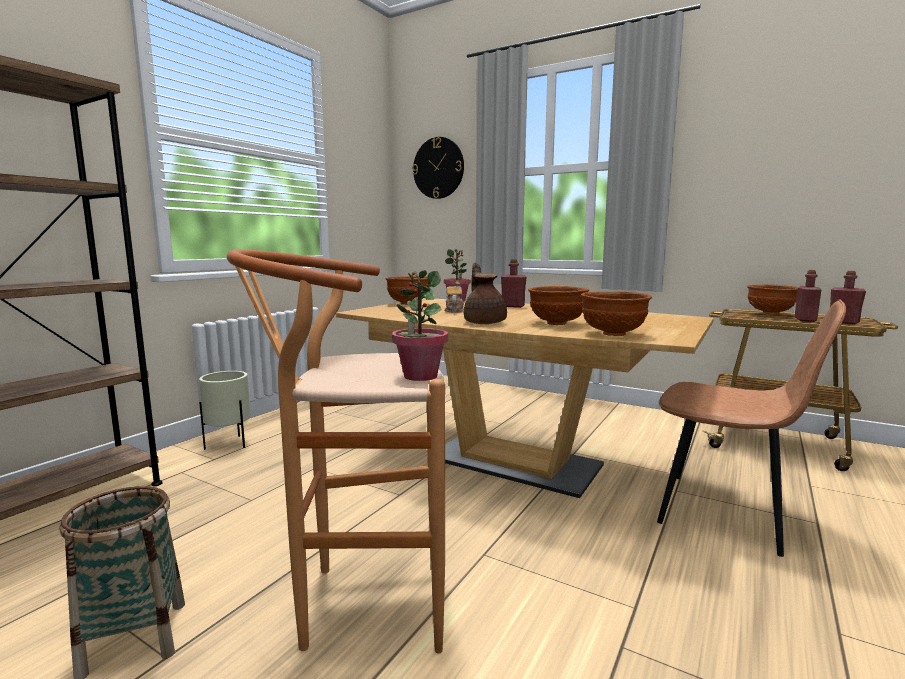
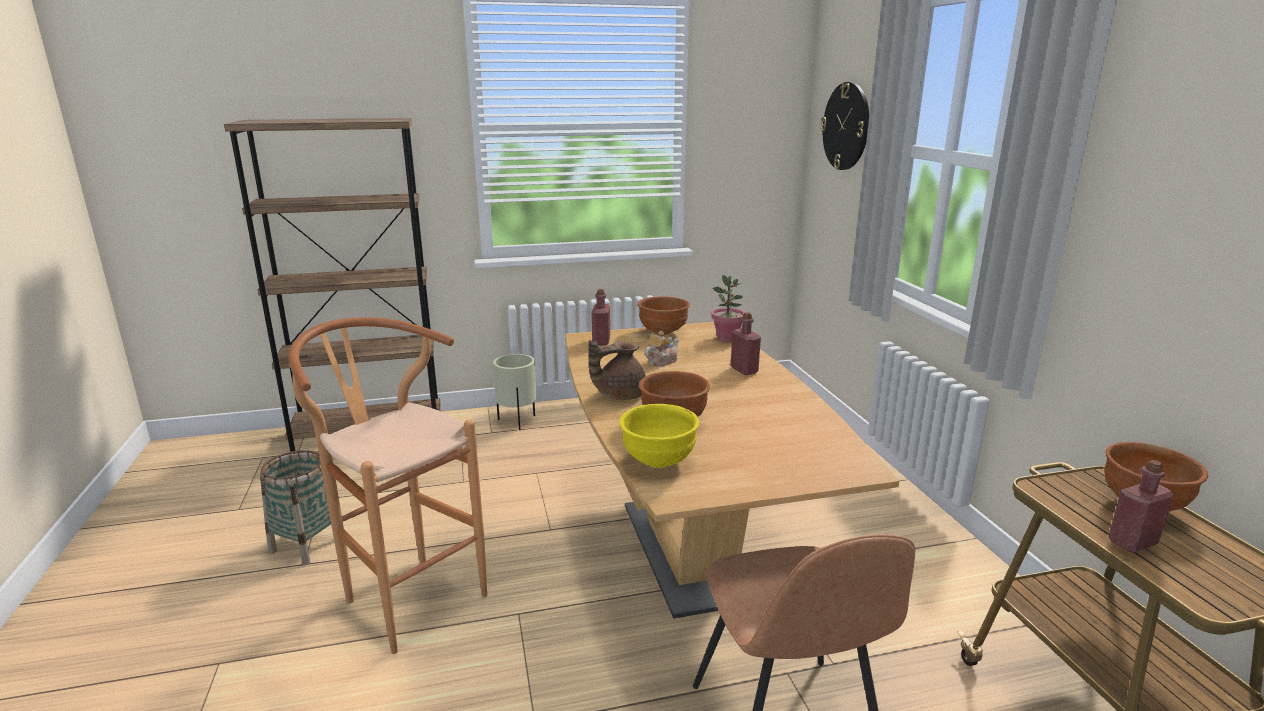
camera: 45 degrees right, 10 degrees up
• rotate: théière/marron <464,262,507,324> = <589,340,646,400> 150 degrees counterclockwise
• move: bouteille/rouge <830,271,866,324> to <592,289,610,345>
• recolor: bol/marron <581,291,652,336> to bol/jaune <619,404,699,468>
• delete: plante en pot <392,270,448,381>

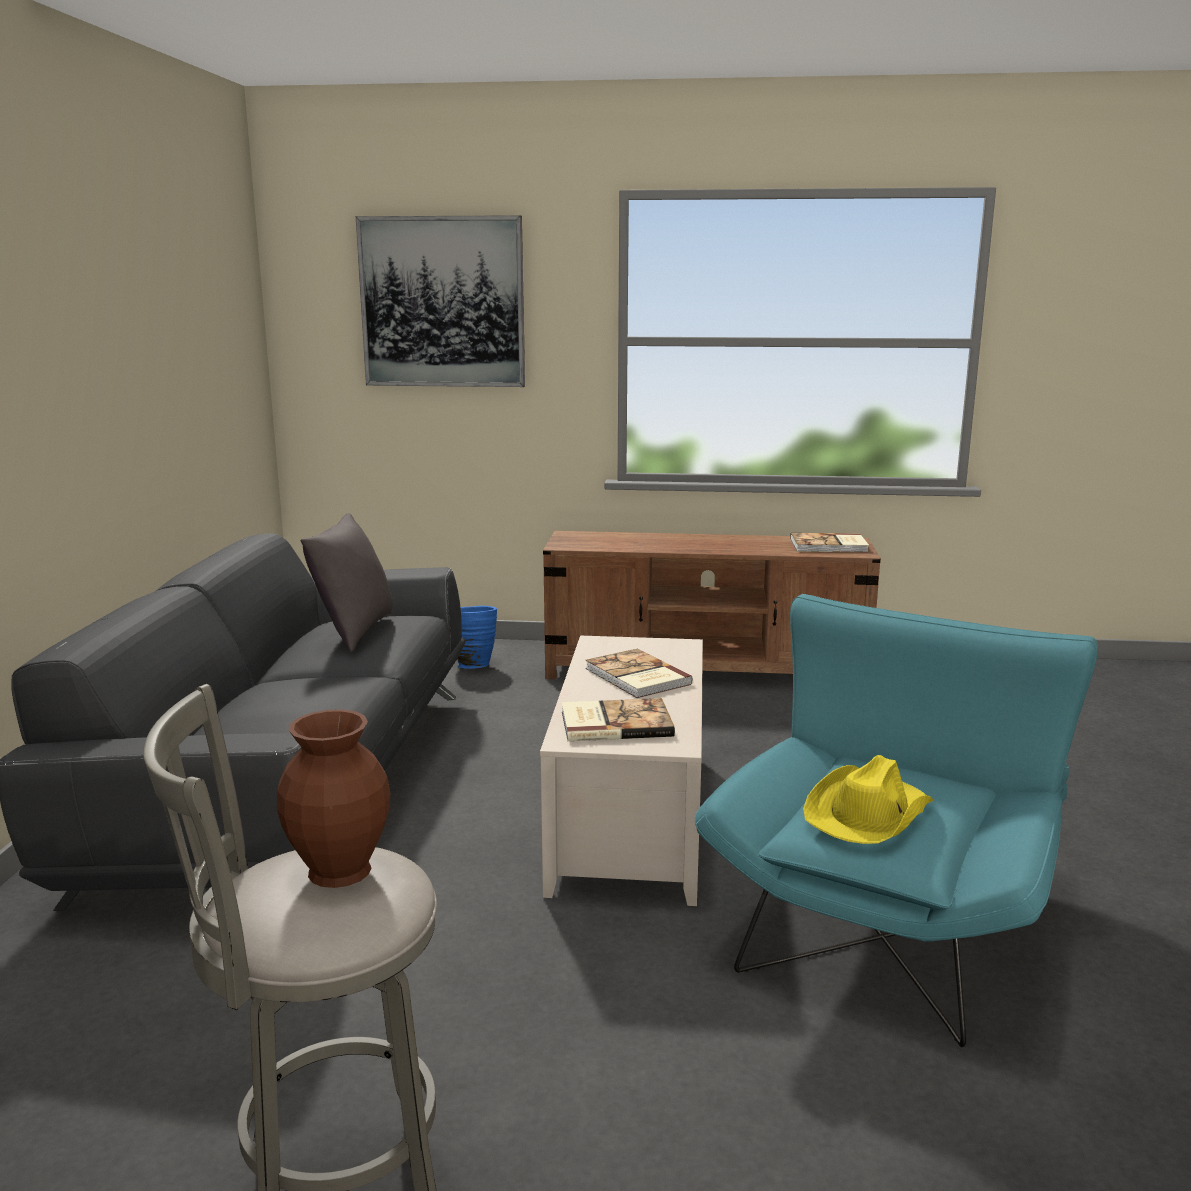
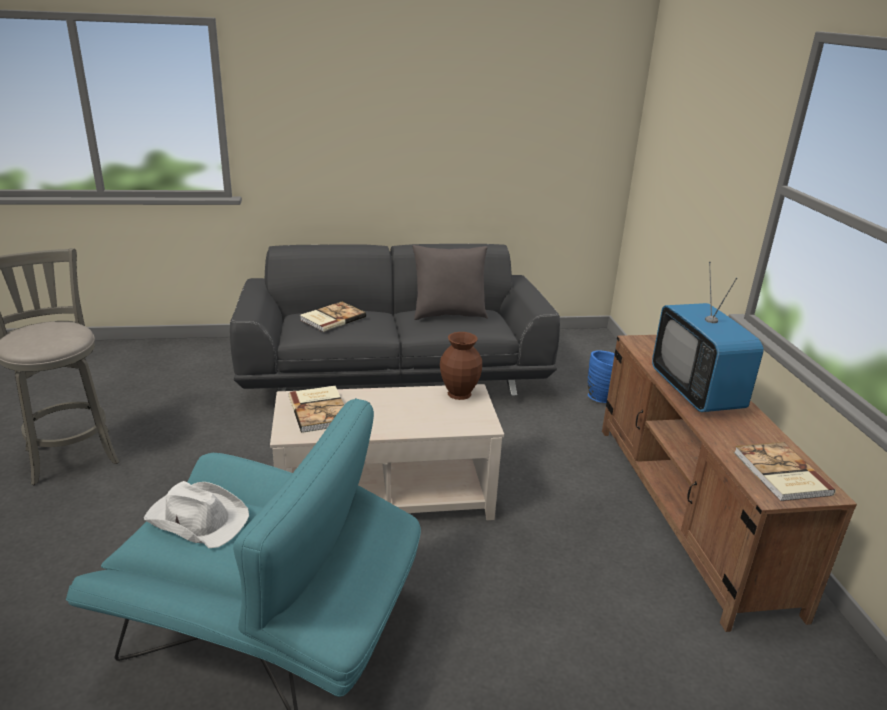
camera: 75 degrees right, 10 degrees up
• recolor: chapeau/jaune <803,755,934,844> to chapeau/blanc <144,481,249,548>
• move: livre <585,648,693,698> to <300,302,366,332>
• move: vase/marron <277,709,391,888> to <440,332,482,400>
• insert: téléviseur <652,262,764,412>
• delete: tableau <356,215,525,387>

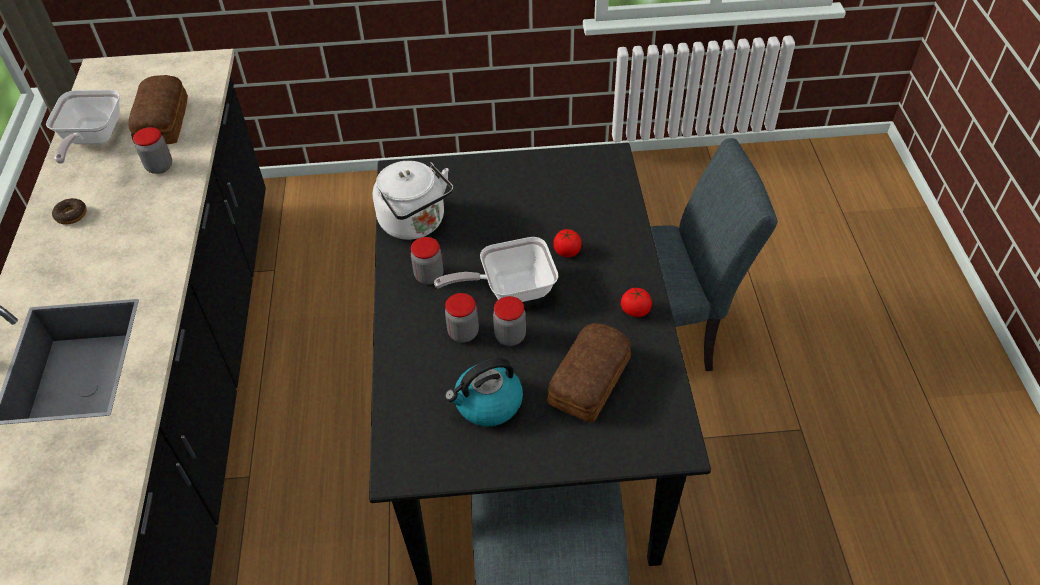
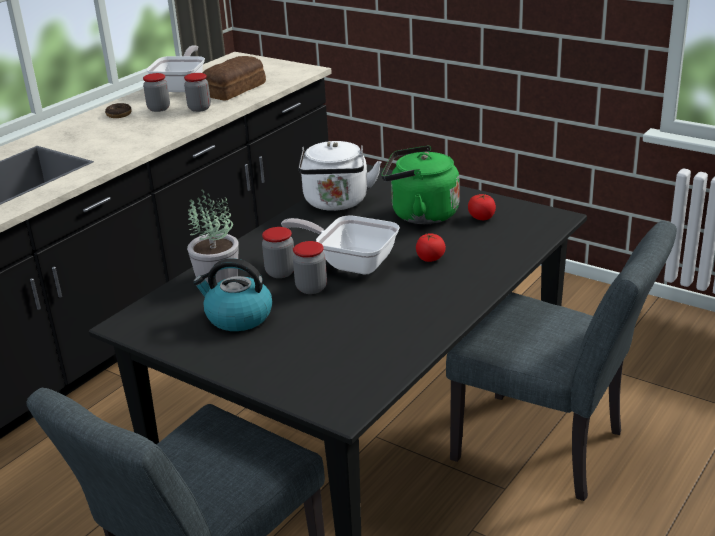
camera: 40 degrees right, 20 degrees down
• move: bocal <411,237,443,285> to <143,73,170,112>
• rotate: poêle <46,90,120,164> = <146,45,205,92> 150 degrees clockwise
• insert: plante en pot <187,189,239,283>
• insert: bouilloire/vert <381,145,460,224>
• move: tomate <621,288,652,317> to <468,194,496,220>
• delete: pain <547,323,631,422>

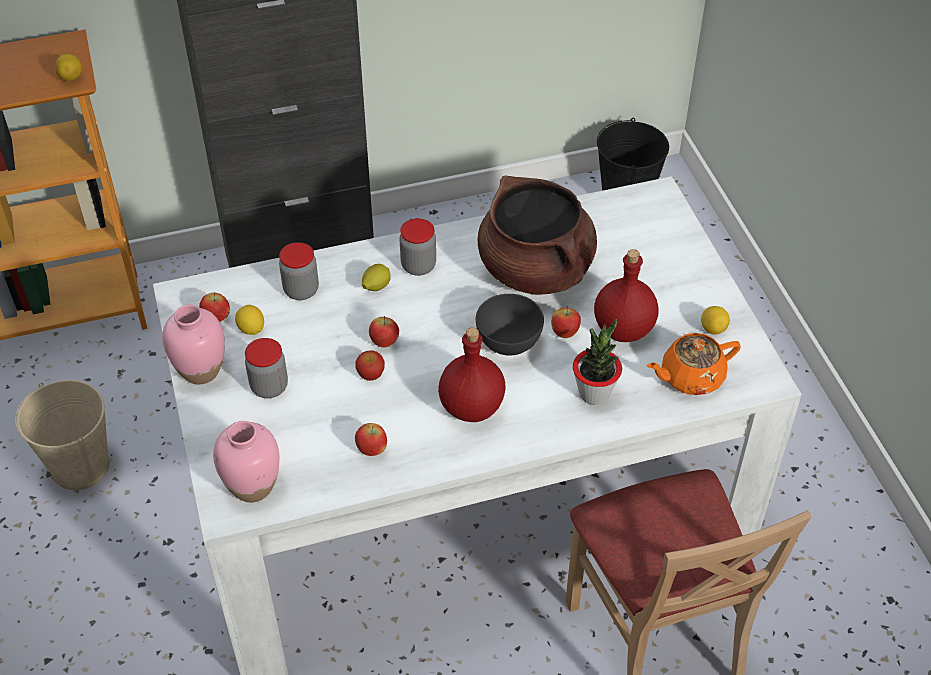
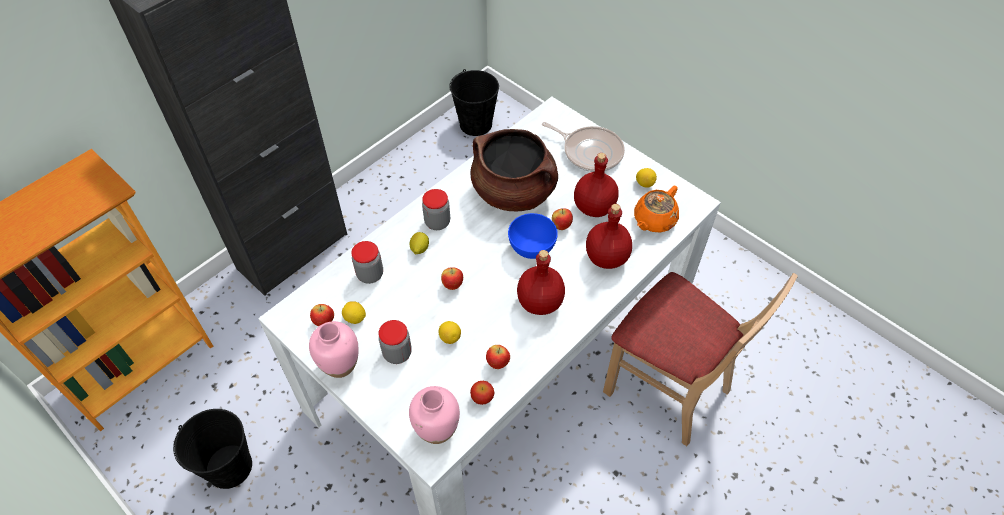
camera: 30 degrees left, 5 degrees up
• recolor: seau/beige <15,380,110,490> to seau/noir <173,409,252,489>
• move: citron <55,54,82,81> to <439,321,461,344>
• move: pomme <355,351,385,381> to <470,381,494,405>
• recolor: bol/gris <476,294,544,356> to bol/bleu <508,213,558,259>
• insert: poêle <542,122,625,172>
• replace: plante en pot <573,319,622,405> to bouteille/rouge <586,204,632,269>

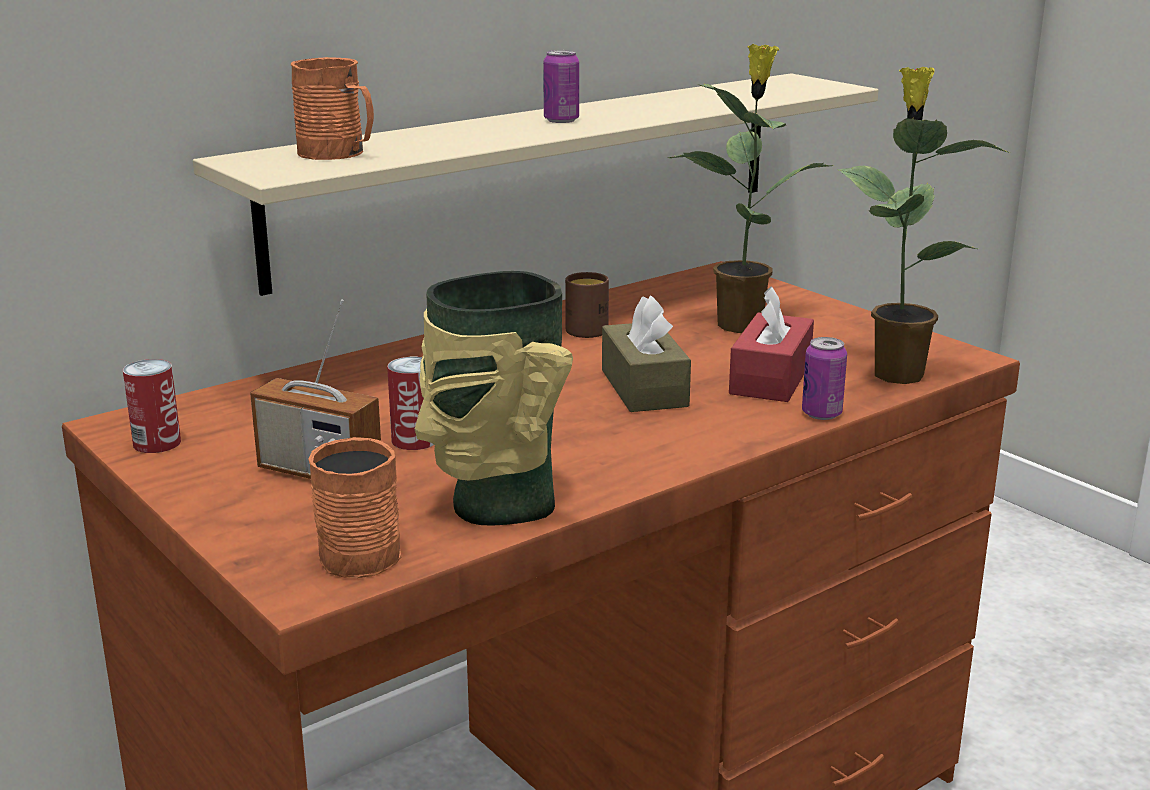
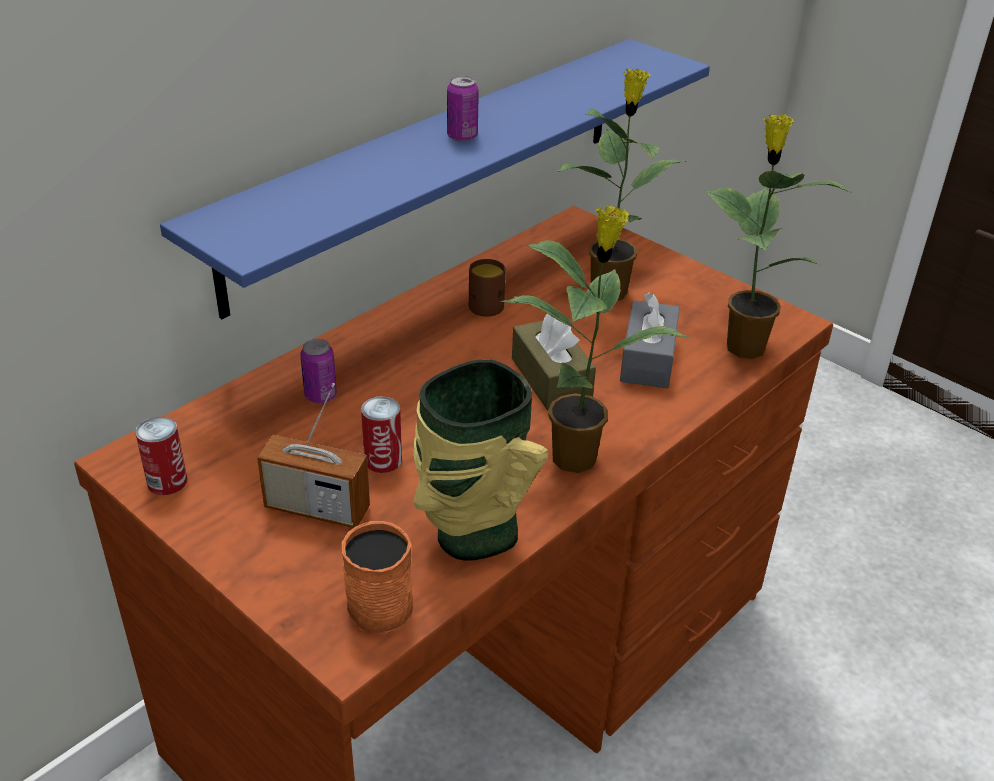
camera: 10 degrees left, 15 degrees up
• recolor: étagère/beige <193,73,879,296> to étagère/bleu <160,39,710,319>
• move: boîte métallique <802,337,847,420> to <300,339,337,403>
• insert: plante en pot <500,205,688,473>
• recolor: boîte à mouchoirs/rouge <729,286,814,402> to boîte à mouchoirs/gris <620,292,680,388>
• delete: mug/orange <291,57,374,160>

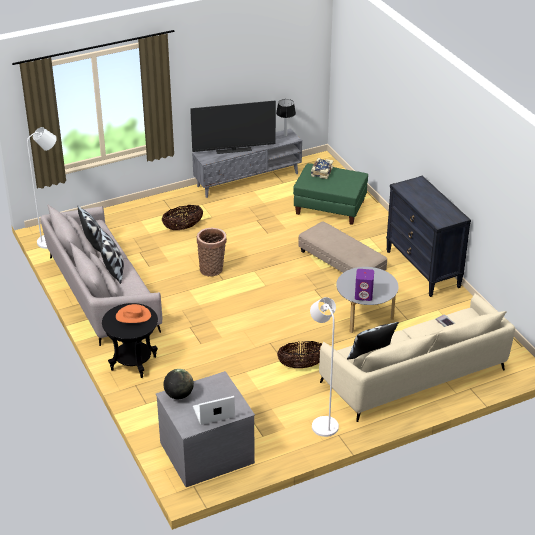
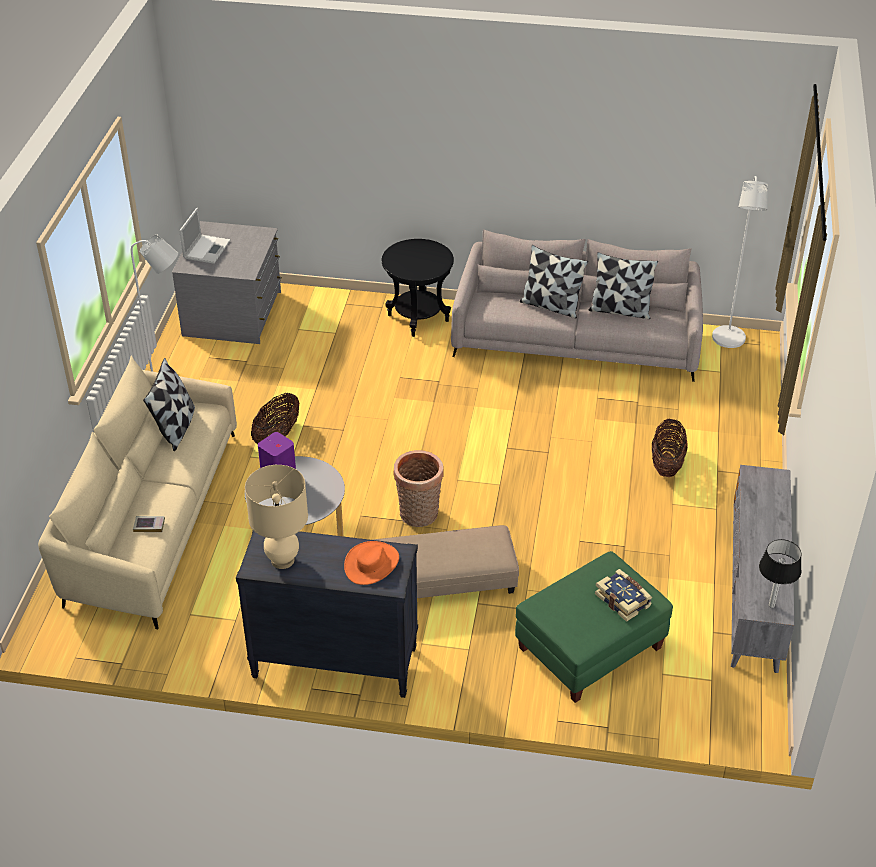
camera: 125 degrees right, 5 degrees up
• insert: lampe de table/beige <245,465,308,569>
• move: chapeau/orange <116,304,151,323> to <344,541,399,585>
• move: panier <197,228,227,276> to <394,450,443,527>
• delete: globe <164,369,194,399>
• delete: téléviseur <190,101,276,154>

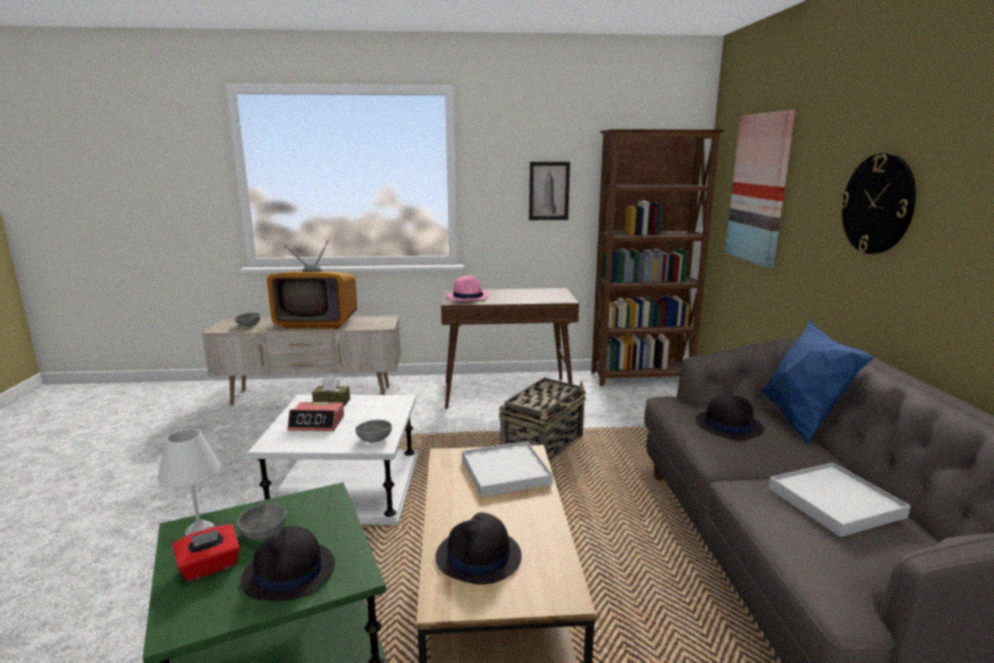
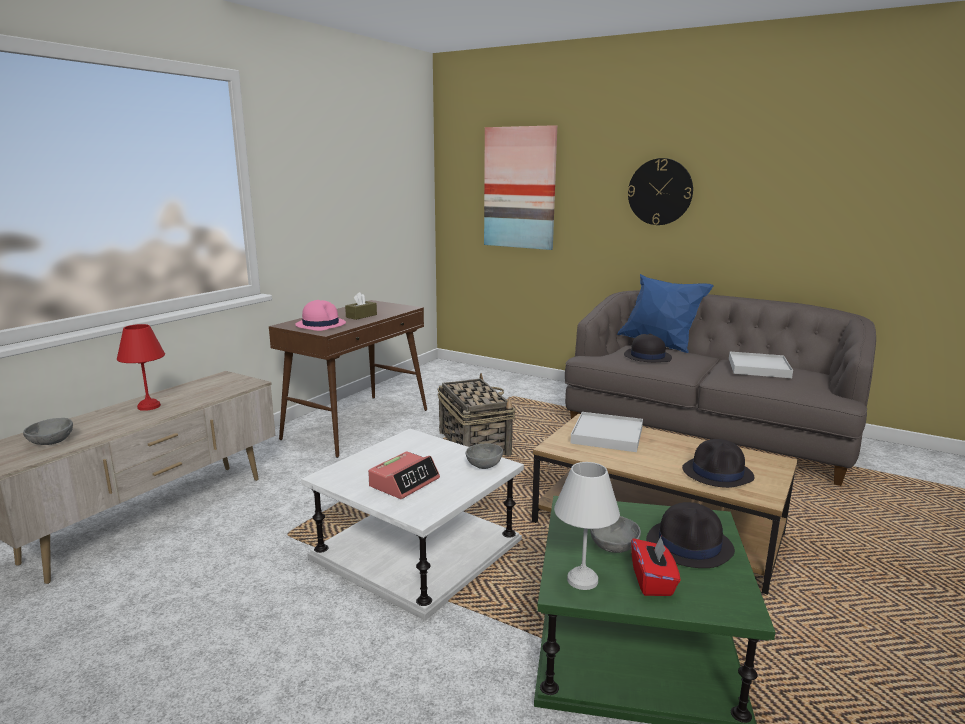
camera: 55 degrees left, 0 degrees up
• replace: téléviseur <267,240,357,329> to lampe de table/rouge <117,324,165,411>
• move: boîte à mouchoirs/marron <312,376,350,406> to <345,292,377,320>
• delete: tableau <529,162,570,220>
• delete: bibliothèque/marron <591,129,725,386>

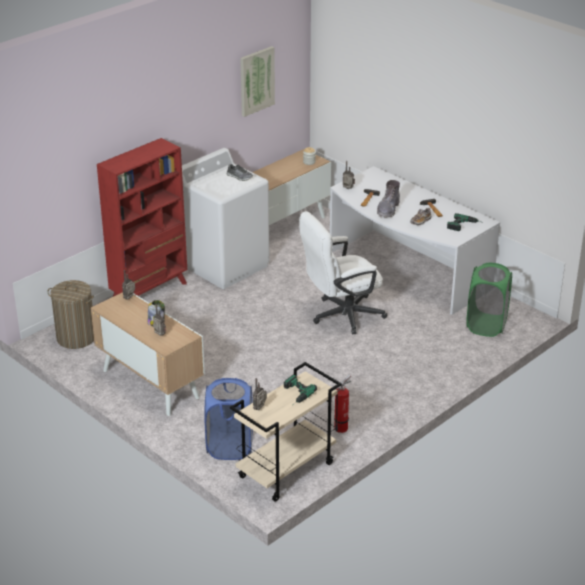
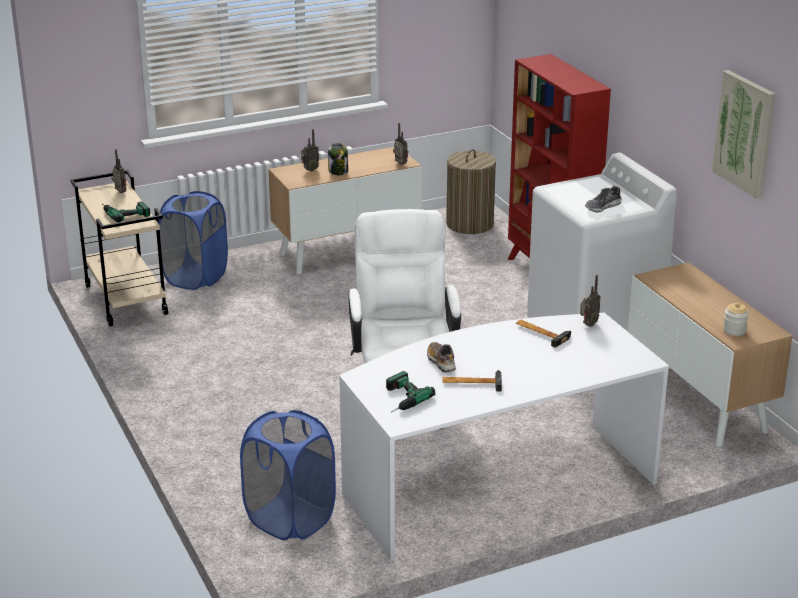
camera: 110 degrees right, 5 degrees down
• recolor: panier à linge/vert <466,263,512,337> to panier à linge/bleu <240,410,336,540>
• delete: extincteur <334,375,352,433>
• delete: botte/gris <377,180,400,218>

